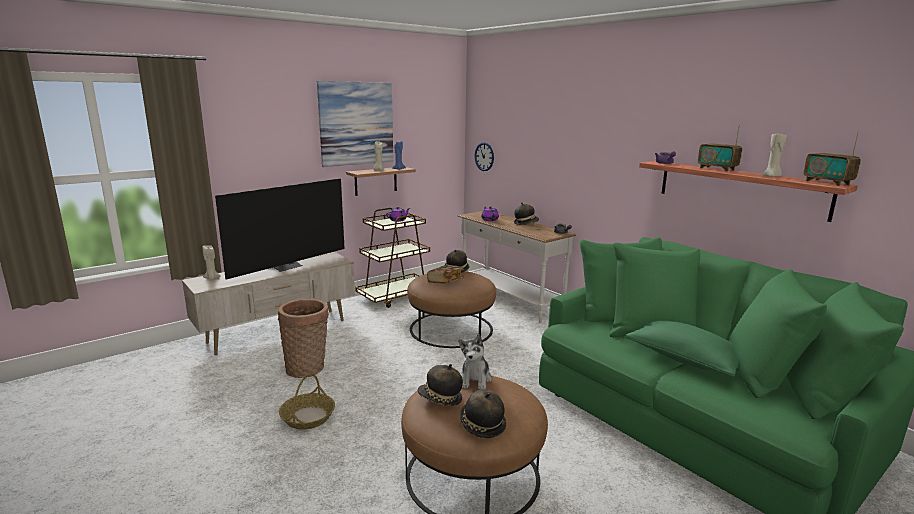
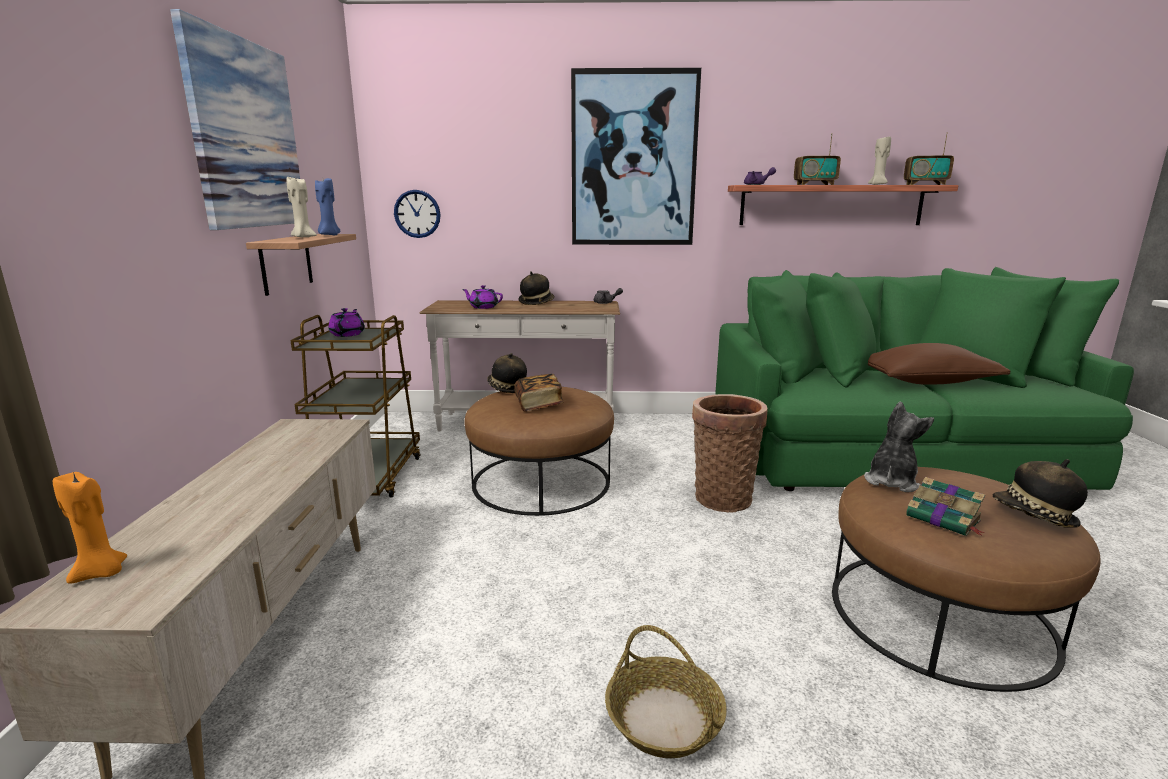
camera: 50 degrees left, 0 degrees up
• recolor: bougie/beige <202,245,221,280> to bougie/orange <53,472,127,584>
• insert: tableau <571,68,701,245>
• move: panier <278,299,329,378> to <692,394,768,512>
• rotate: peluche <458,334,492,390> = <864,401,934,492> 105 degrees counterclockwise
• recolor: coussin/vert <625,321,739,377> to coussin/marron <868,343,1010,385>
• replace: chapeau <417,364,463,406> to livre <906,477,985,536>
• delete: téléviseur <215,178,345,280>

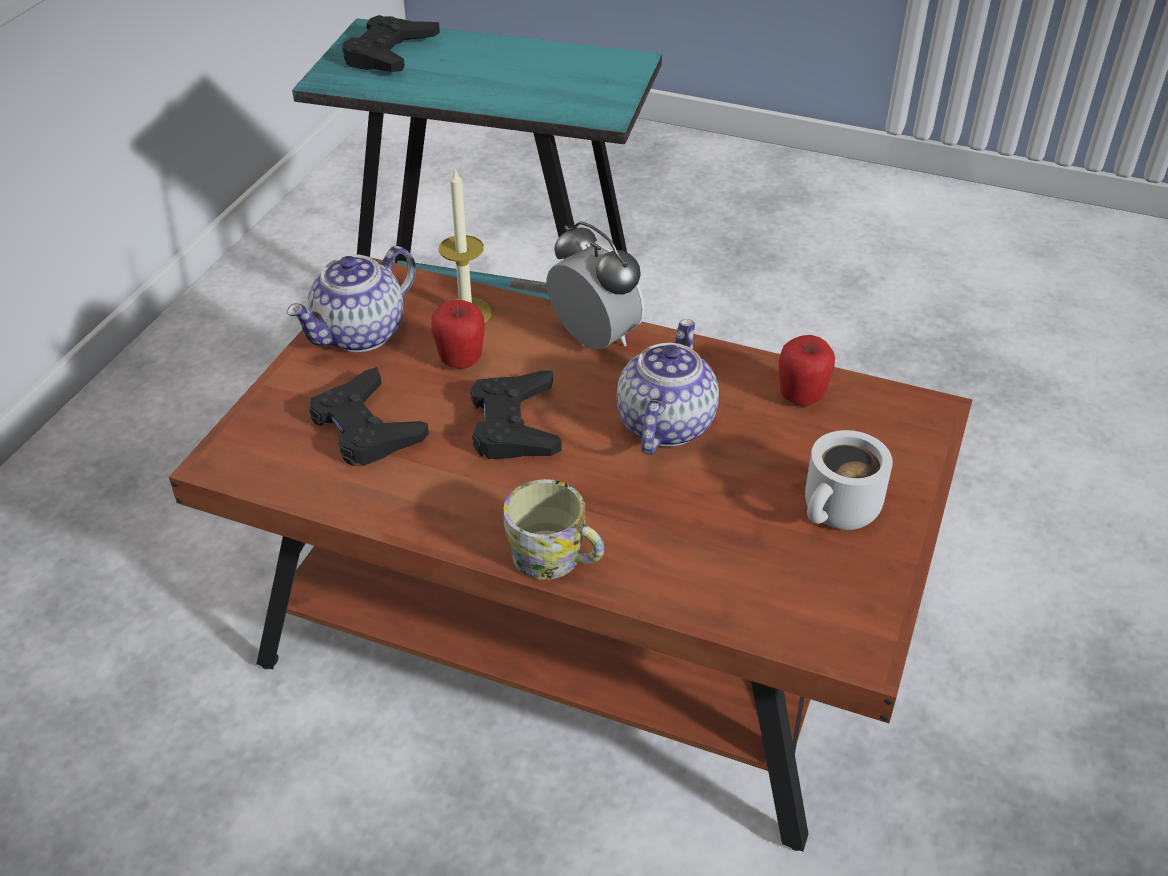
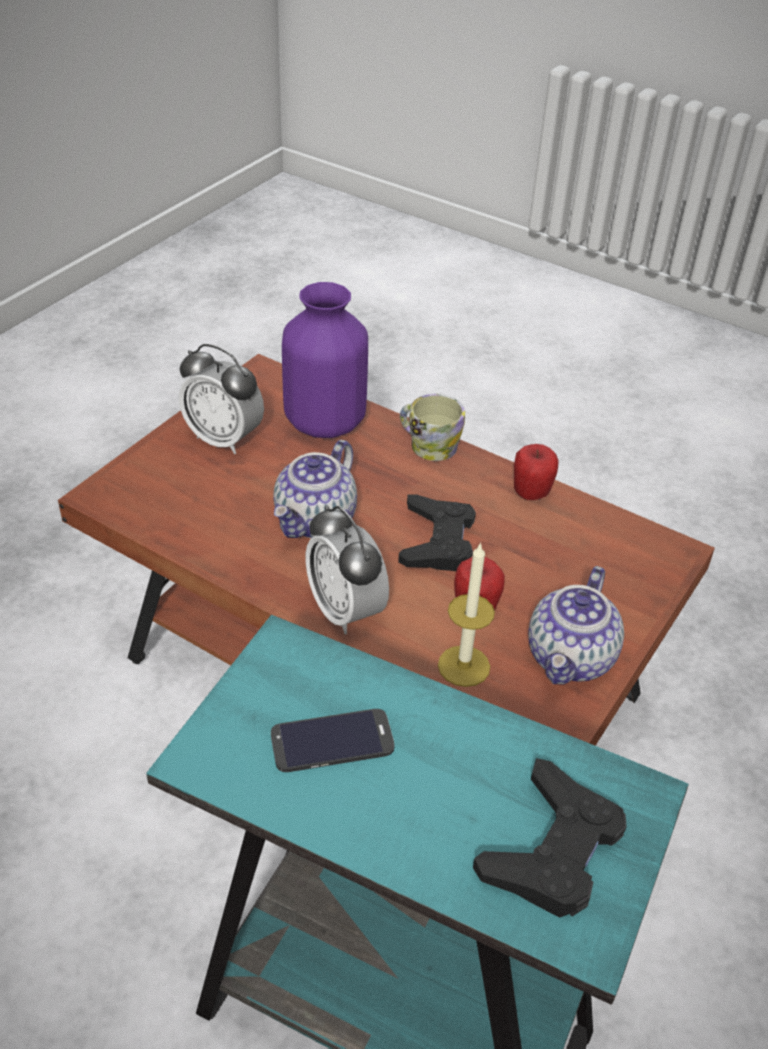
camera: 170 degrees left, 0 degrees up
• replace: mug/blanc <805,430,893,530> to réveil <179,344,264,454>
• insert: téléphone <271,709,395,772>
• insert: vase/violet <282,282,368,438>
• move: pomme <779,335,835,407> to <514,444,559,500>
• rotate: théière <286,246,416,352> = <528,566,624,685> 150 degrees clockwise
• delete: manette/noir <309,367,429,466>

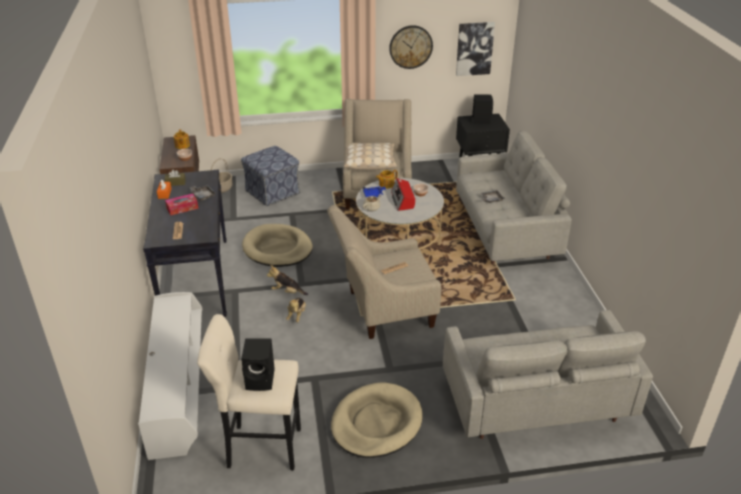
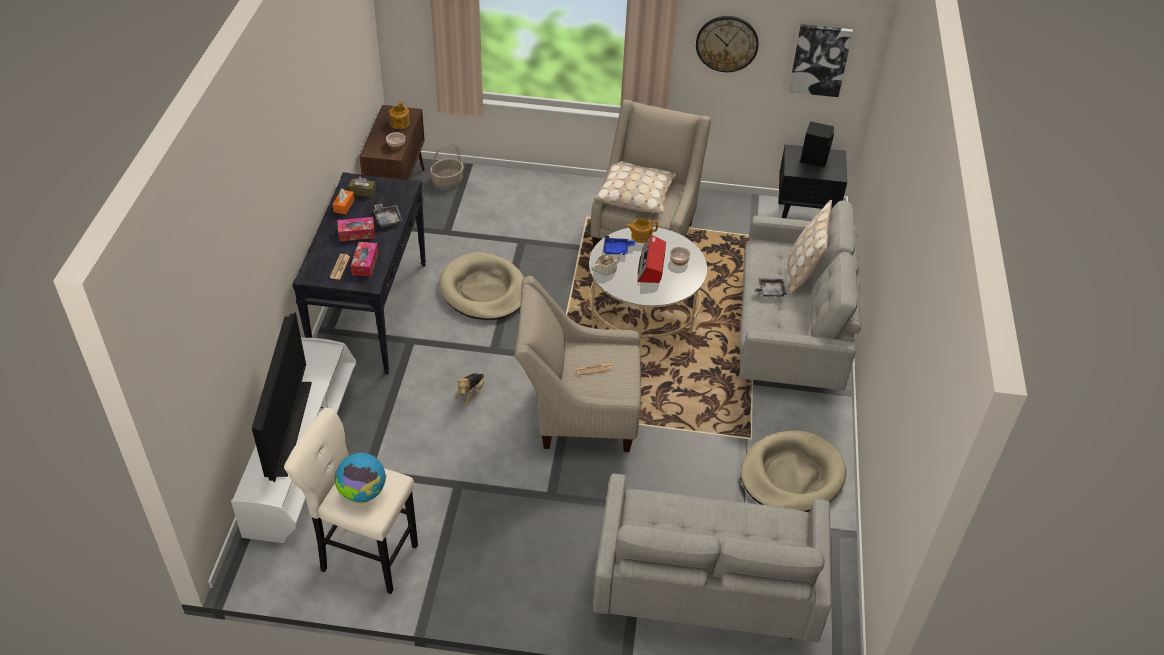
camera: 15 degrees right, 10 degrees up
• insert: téléviseur <252,312,312,482>
• replace: enceinte/noir <241,338,275,391> to globe <335,453,386,503>
• insert: boîte à mouchoirs <351,242,378,277>
• move: panier pour chien/beige <331,382,423,458> to <741,430,847,512>
• insert: coussin/beige <788,200,832,295>
• delete: pouf <241,146,300,206>
• delete: peluche <267,265,308,295>

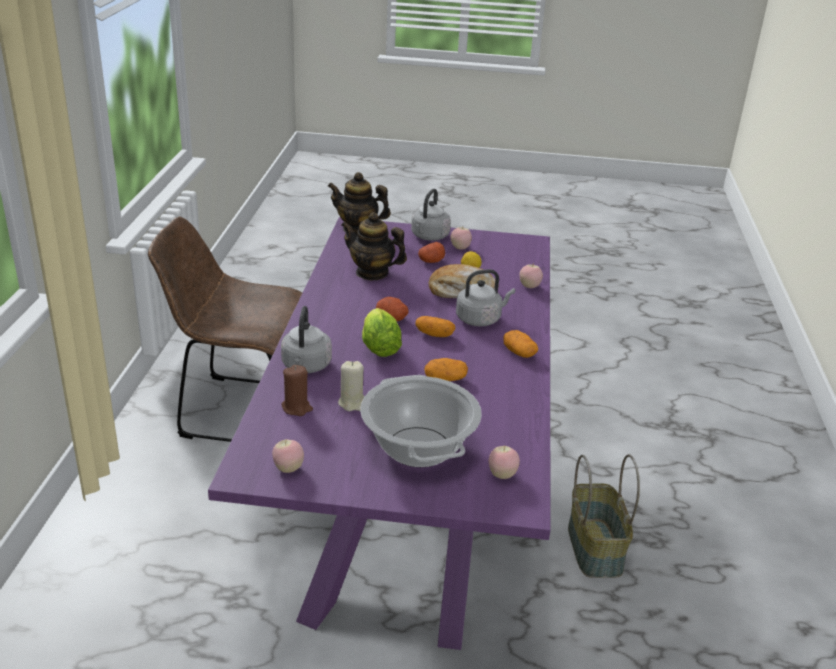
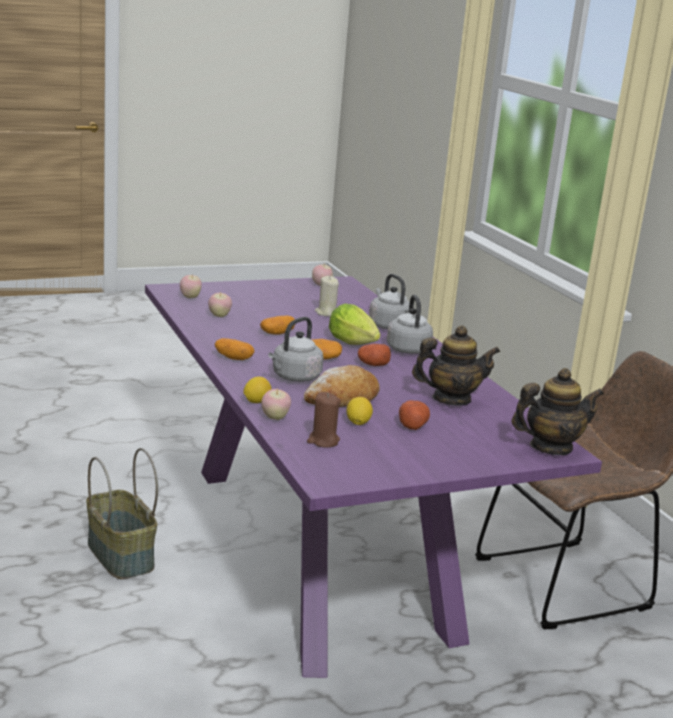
camera: 150 degrees right, 10 degrees down
• move: pomme <451,227,472,249> to <208,291,232,317>
• insert: citron <244,377,272,403>
• move: bougie/marron <282,365,313,416> to <307,392,341,448>
• move: bouilloire/gris <411,189,451,241> to <387,294,433,354>
• delete: marmite <360,375,482,467>

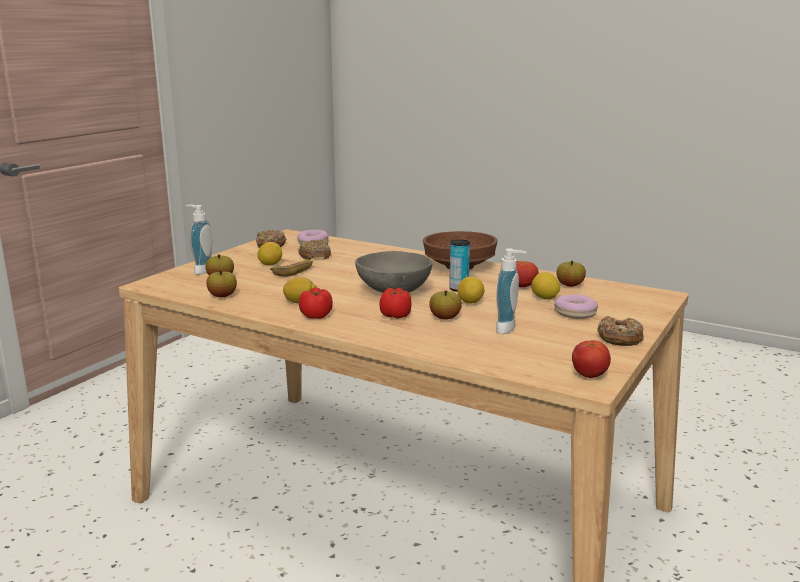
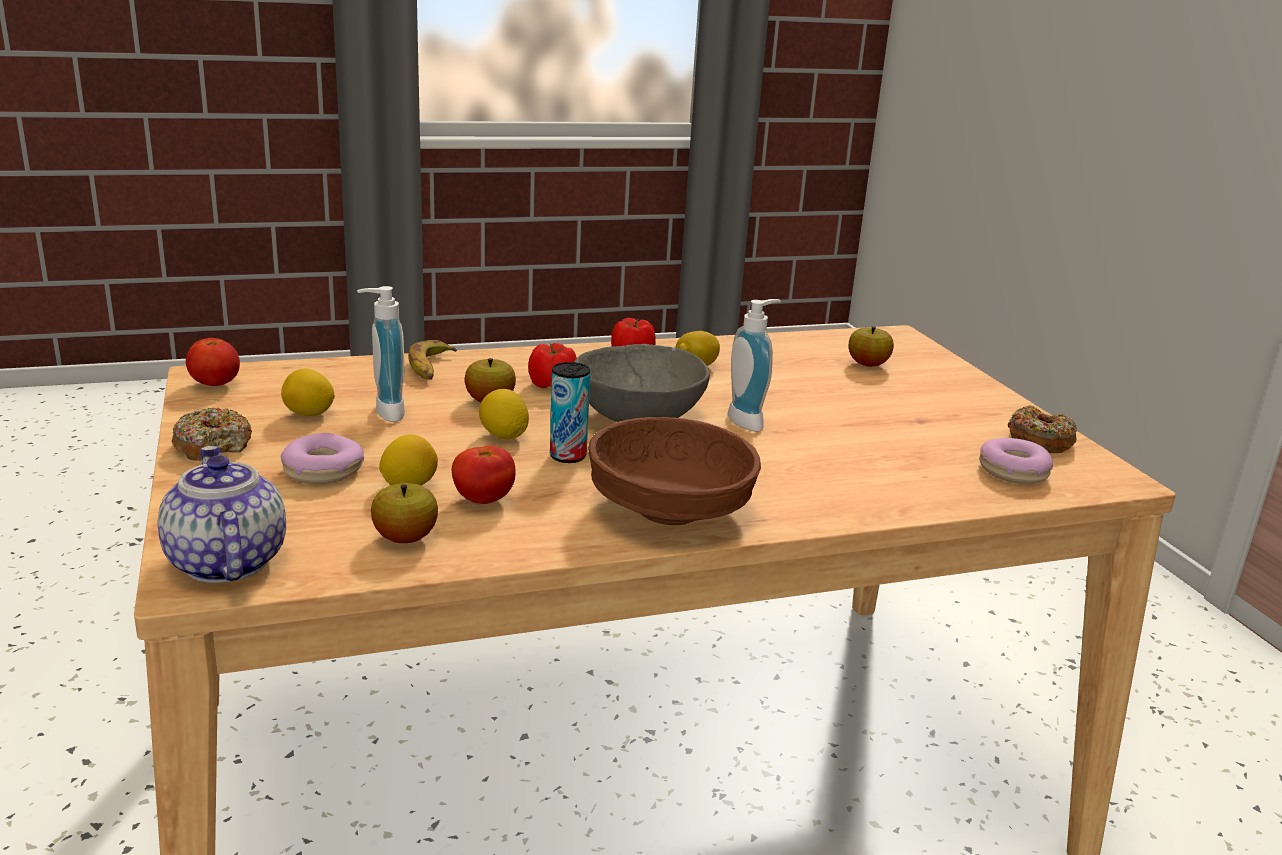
camera: 130 degrees right, 5 degrees up
• insert: théière <158,446,286,583>
• move: citron <257,242,282,265> to <281,369,335,416>
• move: banane <270,260,313,277> to <408,340,457,380>
• move: distributeur de savon <186,204,212,275> to <728,299,781,431>
• delete: pomme <206,270,237,297>
• delete: beignet <298,240,331,260>

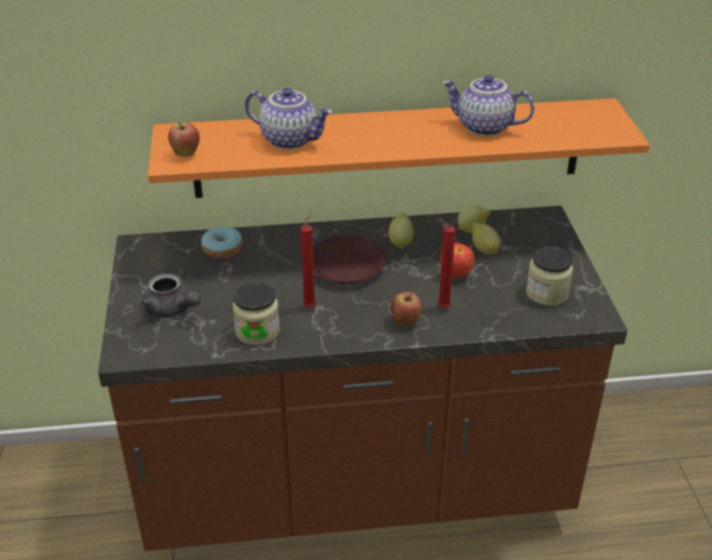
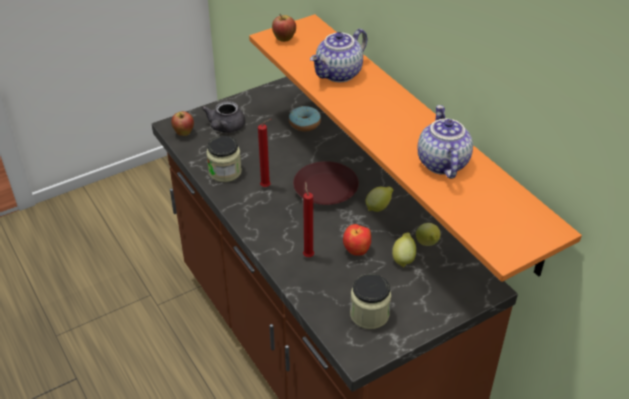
camera: 65 degrees right, 5 degrees up
• move: pomme <391,292,422,326> to <171,111,194,136>
• rotate: théière <245,88,333,150> = <310,29,367,82> 45 degrees clockwise

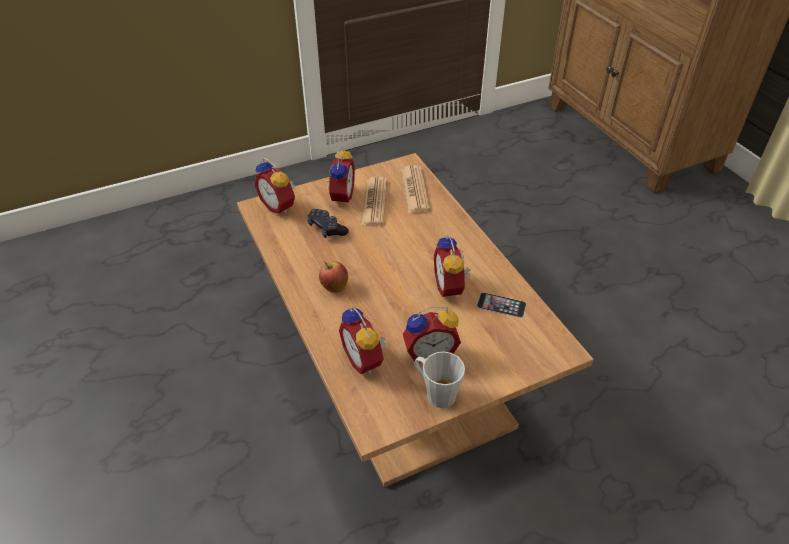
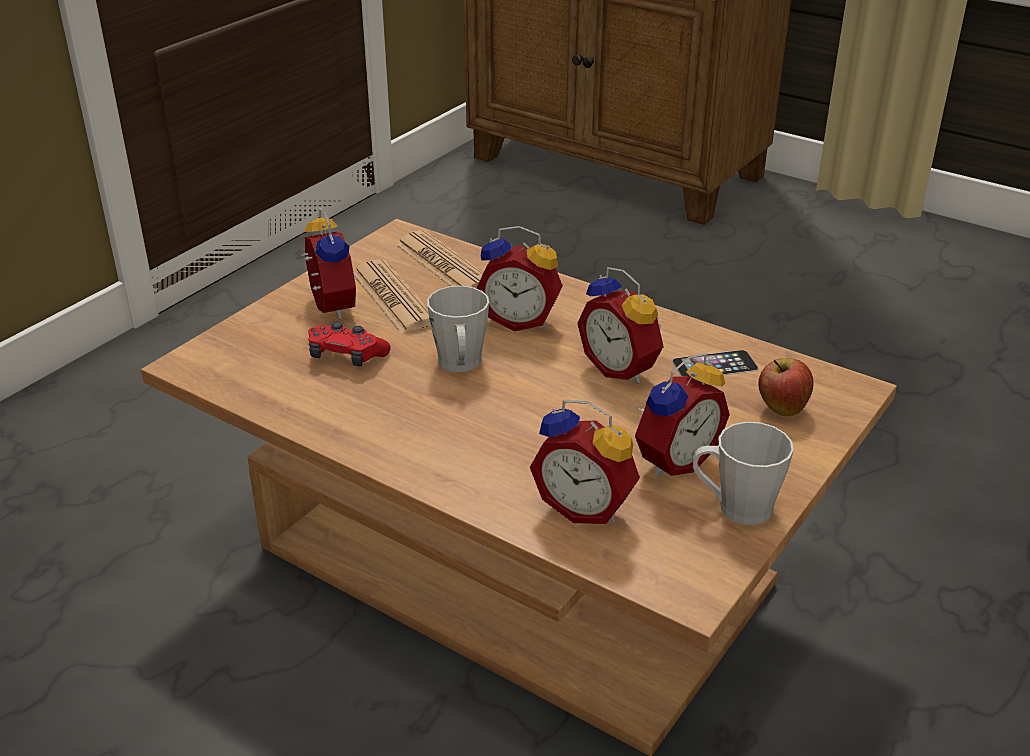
camera: 30 degrees left, 10 degrees down
• recolor: manette/noir <307,209,349,238> to manette/rouge <308,322,391,366>
• insert: mug/gris <427,286,489,372>
• move: réveil <254,158,295,214> to <476,226,563,331>
• move: pomme <319,261,348,293> to <758,358,814,416>

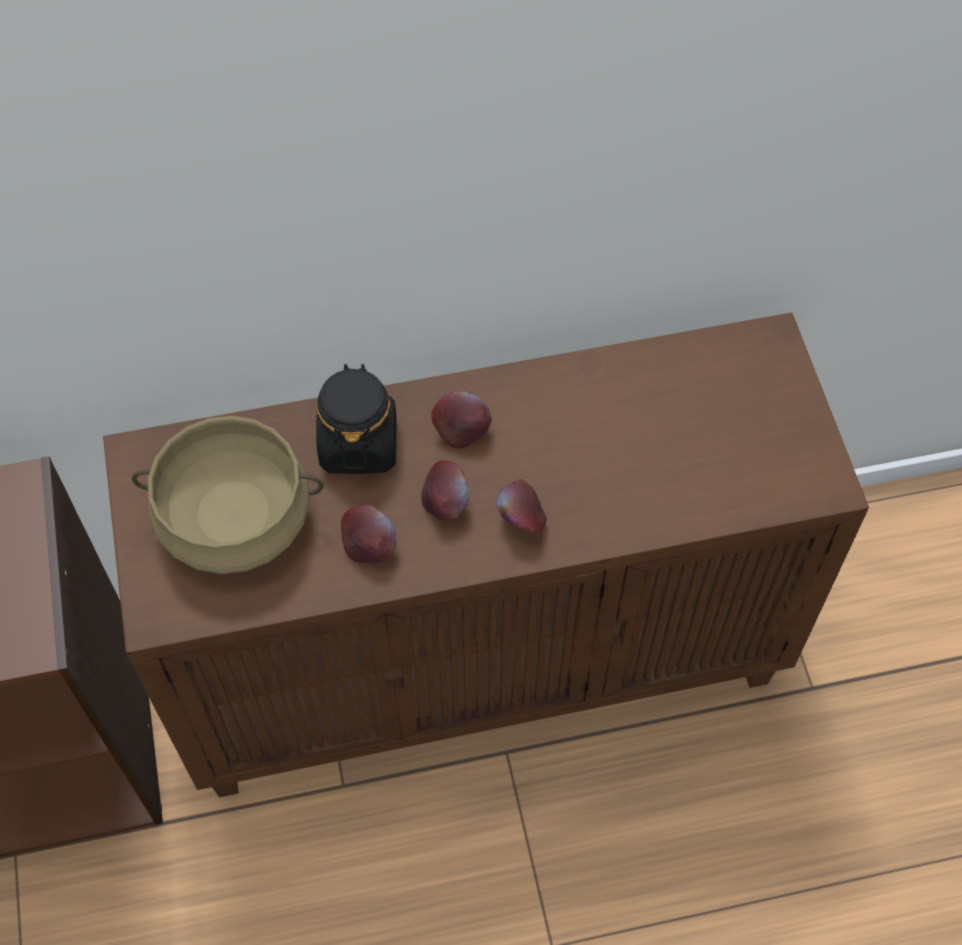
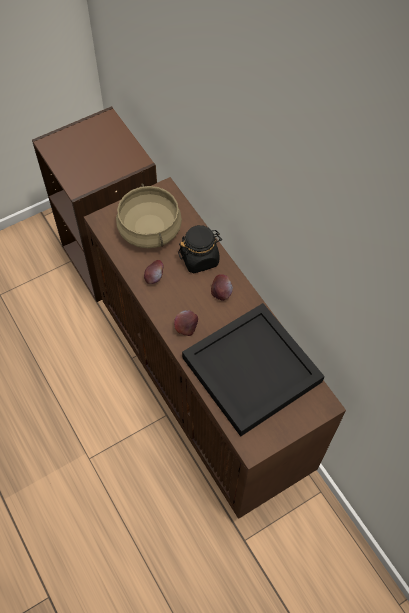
camera: 70 degrees right, 0 degrees up
• insert: plateau/noir <182,303,325,437>
• delete: pomme <421,460,469,521>

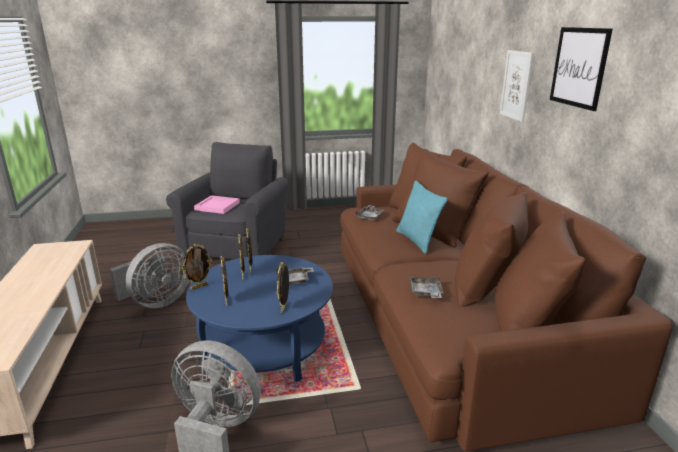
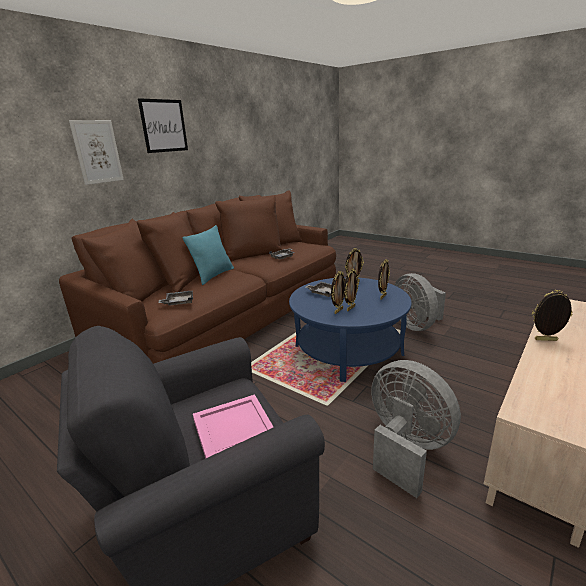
camera: 130 degrees left, 0 degrees up
• rotate: ventilateur/gris <109,243,190,308> = <371,360,461,498> 45 degrees clockwise
• move: cadre photo <182,244,212,290> to <532,290,572,341>

